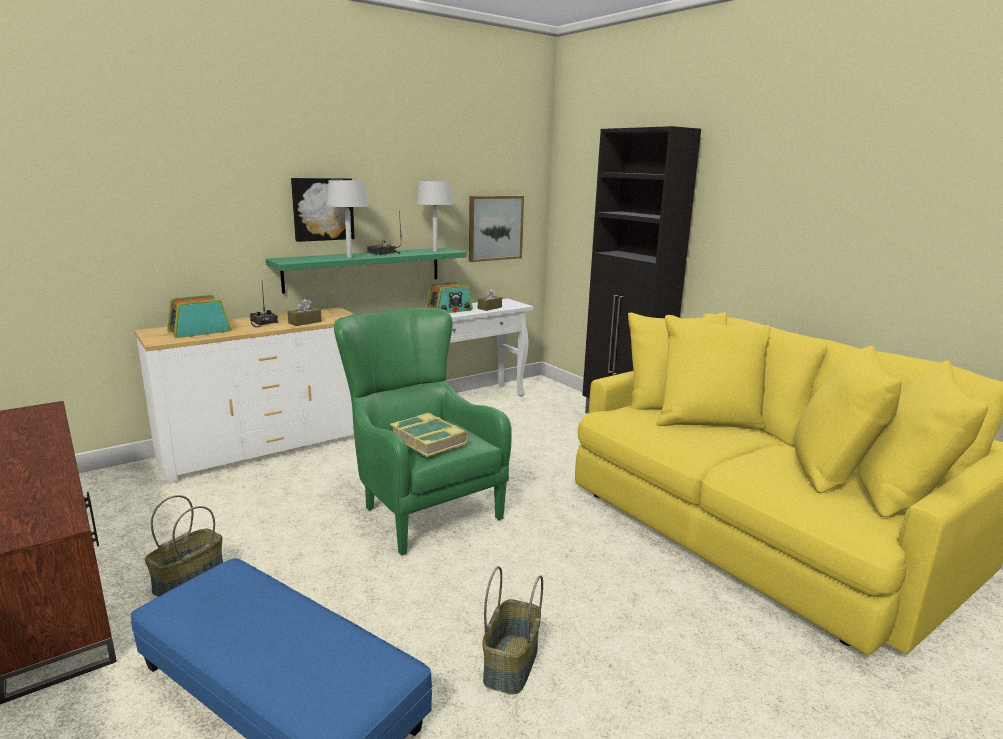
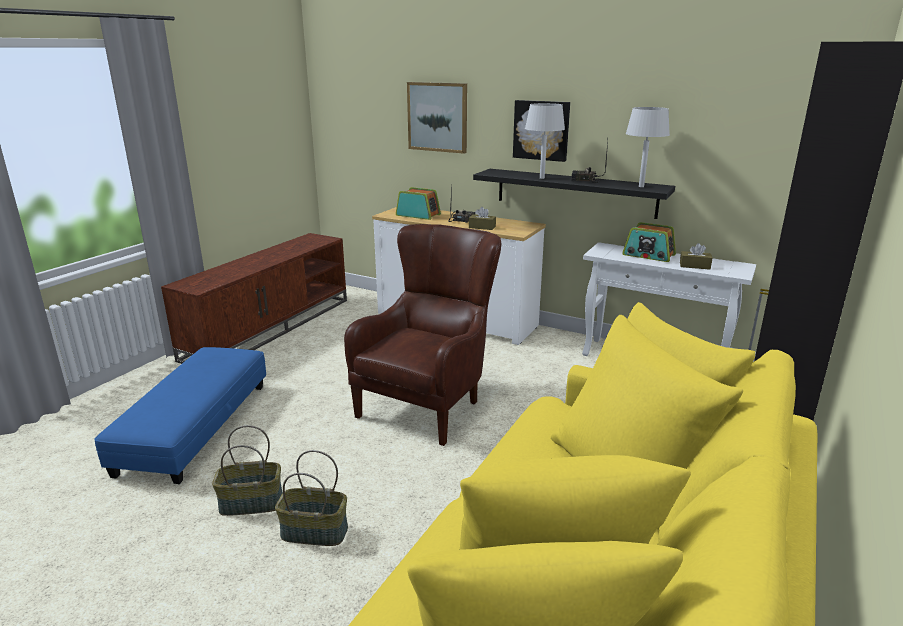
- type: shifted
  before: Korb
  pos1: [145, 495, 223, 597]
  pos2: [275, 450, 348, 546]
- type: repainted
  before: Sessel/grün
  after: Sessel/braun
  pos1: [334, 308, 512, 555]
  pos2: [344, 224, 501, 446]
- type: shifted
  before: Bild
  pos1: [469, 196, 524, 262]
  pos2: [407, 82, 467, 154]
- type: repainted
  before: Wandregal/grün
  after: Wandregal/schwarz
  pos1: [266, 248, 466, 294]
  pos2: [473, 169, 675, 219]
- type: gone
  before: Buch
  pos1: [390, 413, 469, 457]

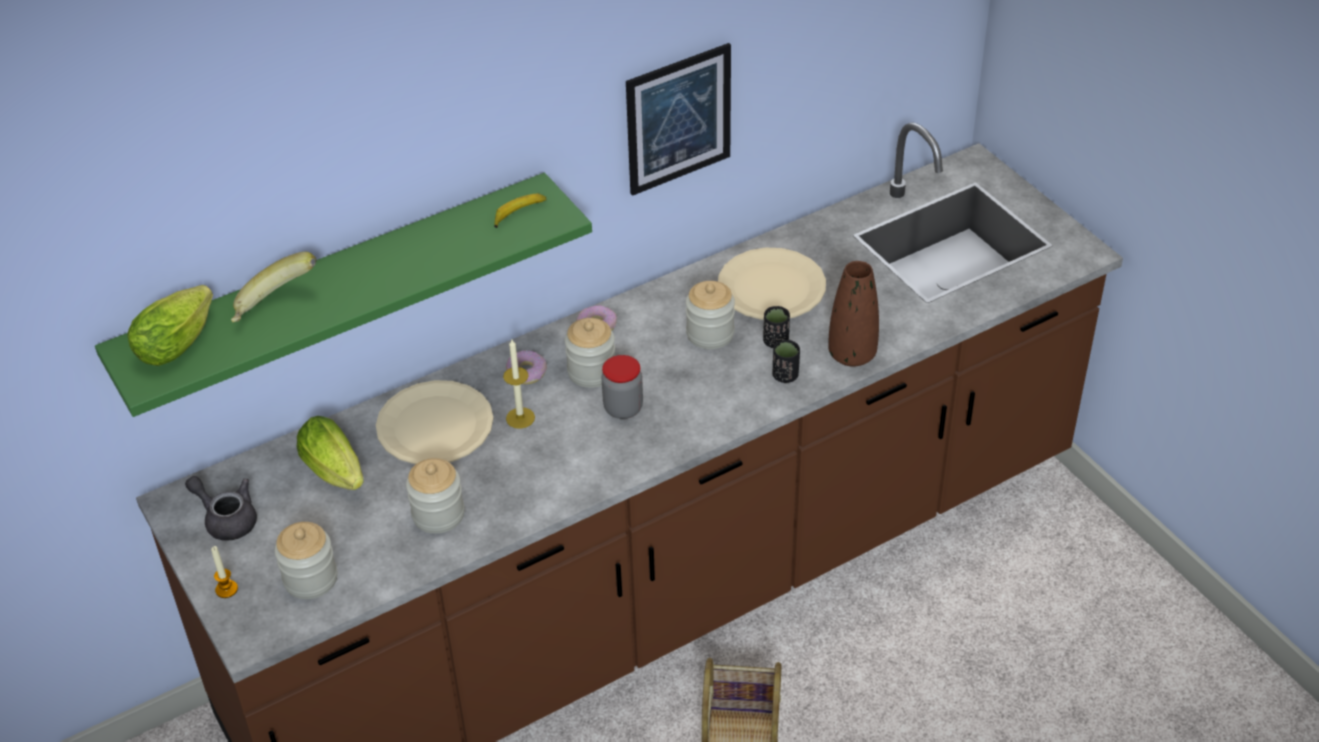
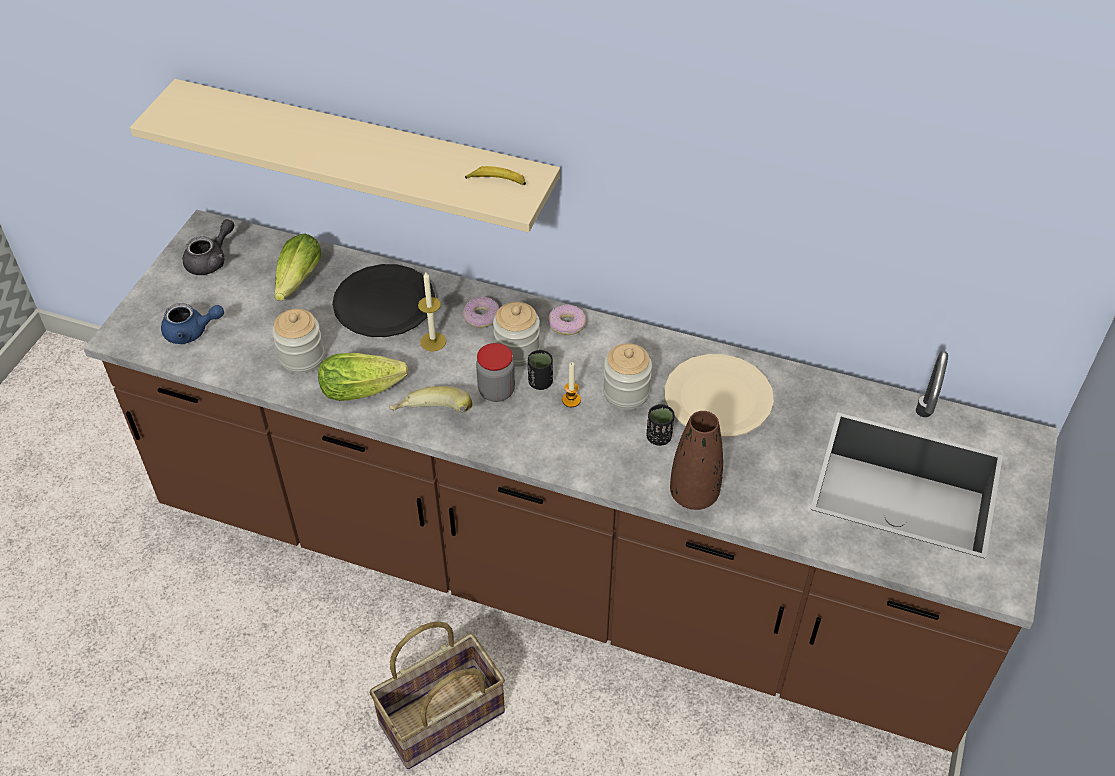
- type: repainted
  before: Wandregal/grün
  after: Wandregal/beige
  pos1: [95, 173, 592, 417]
  pos2: [130, 79, 560, 232]
- type: swapped
  before: Vorratsglas
  after: Teekanne/blau
  pos1: [275, 522, 337, 599]
  pos2: [161, 303, 224, 344]
- type: rotated
  before: Teekanne/grau
  pos1: [185, 476, 257, 541]
  pos2: [182, 219, 234, 275]
  turn: 45
- type: shifted
  before: Salatkopf
  pos1: [128, 285, 213, 366]
  pos2: [318, 353, 408, 401]
- type: repainted
  before: Teller/beige
  after: Teller/schwarz
  pos1: [376, 380, 493, 464]
  pos2: [332, 264, 435, 337]
- type: shifted
  before: Banane
  pos1: [231, 252, 316, 323]
  pos2: [389, 386, 472, 413]
- type: shifted
  before: Tasse/schwarz
  pos1: [773, 340, 800, 383]
  pos2: [528, 350, 553, 390]
- type: shifted
  before: Kerze
  pos1: [211, 546, 238, 598]
  pos2: [562, 362, 581, 407]
- type: gone
  before: Bild
  pos1: [626, 43, 731, 196]

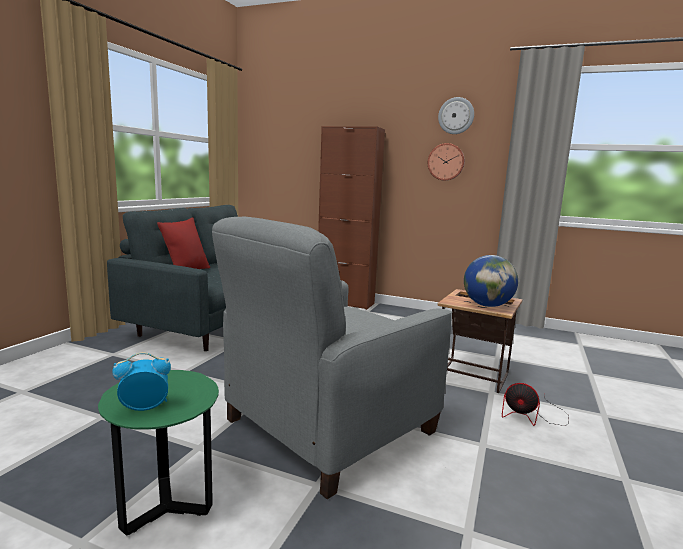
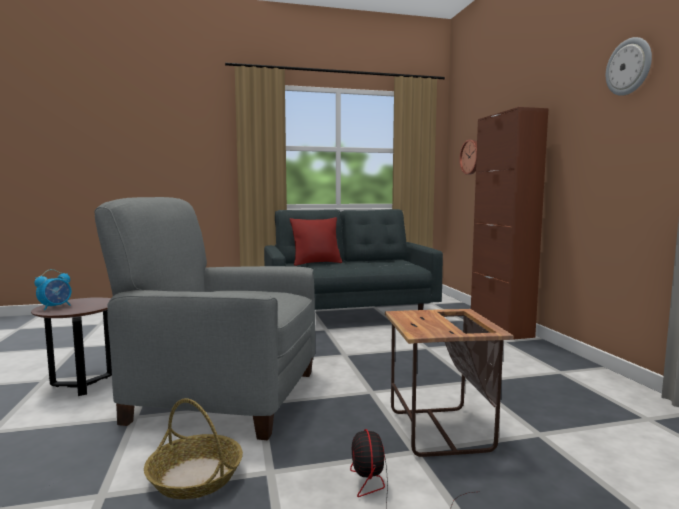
- type: repainted
  before: Beistelltisch/grün
  after: Beistelltisch/braun
  pos1: [98, 370, 219, 535]
  pos2: [31, 297, 112, 396]
- type: rotated
  before: Wecker
  pos1: [113, 352, 171, 411]
  pos2: [34, 269, 71, 310]
  turn: 90
- type: new
  after: Korb
  pos2: [144, 398, 243, 499]
- type: shifted
  before: Wanduhr
  pos1: [428, 143, 465, 181]
  pos2: [459, 140, 477, 174]
- type: gone
  before: Globus
  pos1: [464, 255, 518, 307]

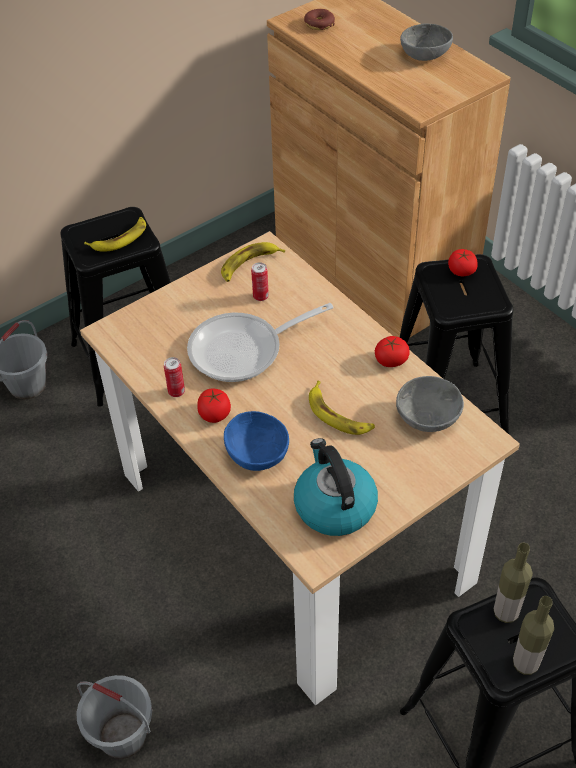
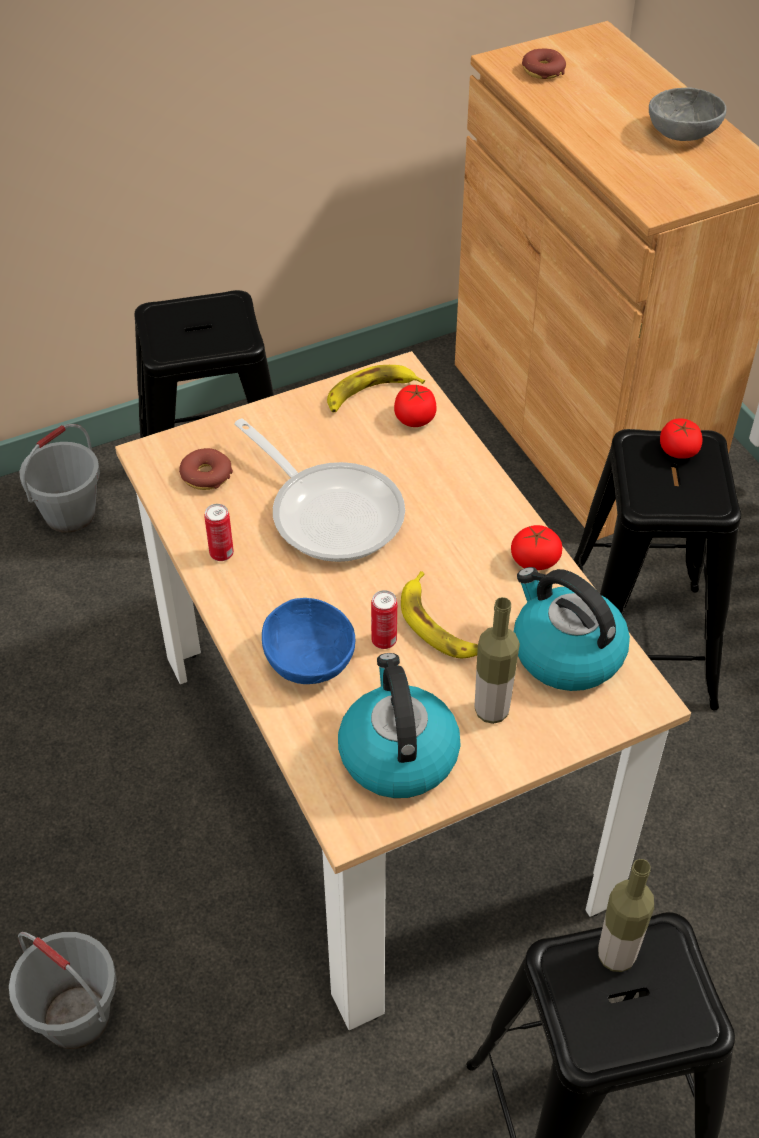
- type: new
  after: Donut
  pos2: [179, 448, 233, 490]
- type: rotated
  before: Pfanne
  pos1: [187, 303, 333, 382]
  pos2: [234, 419, 405, 562]
  turn: -120
- type: shifted
  before: Dose
  pos1: [251, 262, 269, 301]
  pos2: [371, 590, 397, 649]
- type: shifted
  before: Tomate
  pos1: [197, 388, 231, 423]
  pos2: [394, 385, 437, 427]
- type: shifted
  before: Flasche
  pos1: [513, 596, 554, 675]
  pos2: [474, 597, 520, 724]
- type: swapped
  before: Schüssel/grau
  after: Wasserkessel
  pos1: [396, 376, 464, 432]
  pos2: [514, 567, 630, 691]
- type: gone
  before: Banane
  pos1: [84, 217, 146, 252]

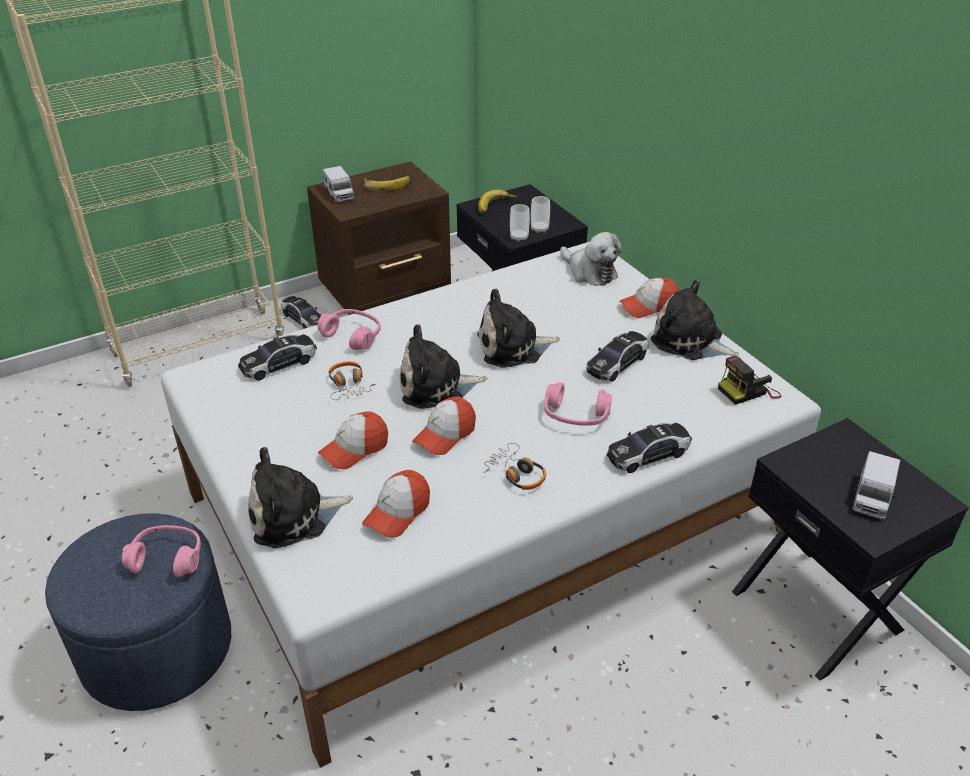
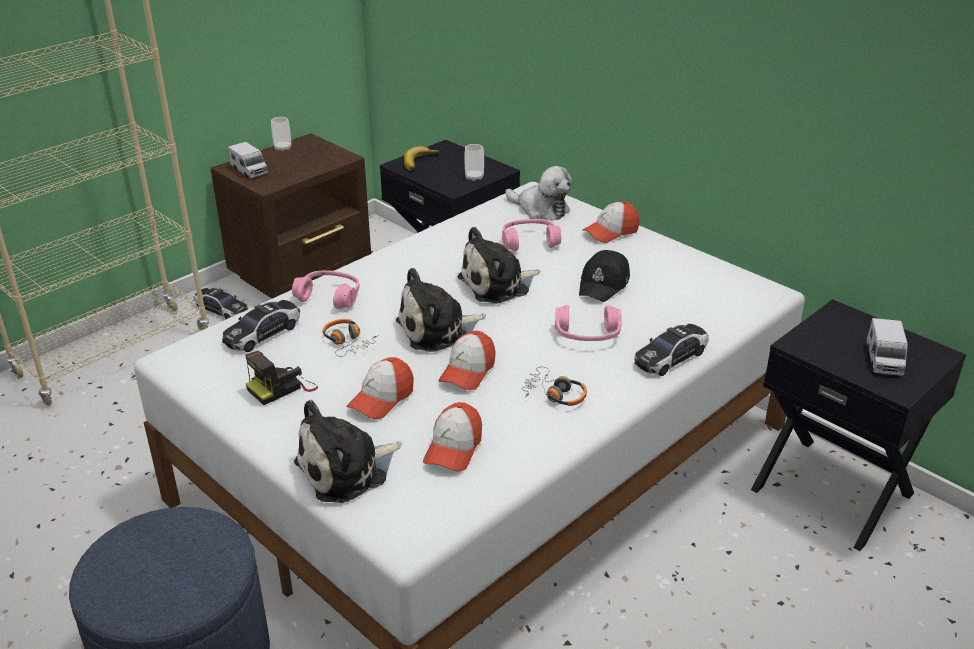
- type: shifted
  before: Kamera
  pos1: [718, 356, 781, 405]
  pos2: [245, 351, 318, 405]
- type: shifted
  before: Tasse
  pos1: [510, 204, 530, 242]
  pos2: [271, 117, 291, 152]
- type: shifted
  before: Kopfhörer/rosa
  pos1: [122, 525, 201, 577]
  pos2: [502, 219, 561, 251]
- type: swapped
  before: Spielzeugauto
  after: Kappe/schwarz
  pos1: [586, 331, 649, 382]
  pos2: [579, 250, 630, 302]
- type: gone
  before: Banane
  pos1: [364, 176, 410, 192]
- type: gone
  before: Plüschtier
  pos1: [651, 280, 739, 360]

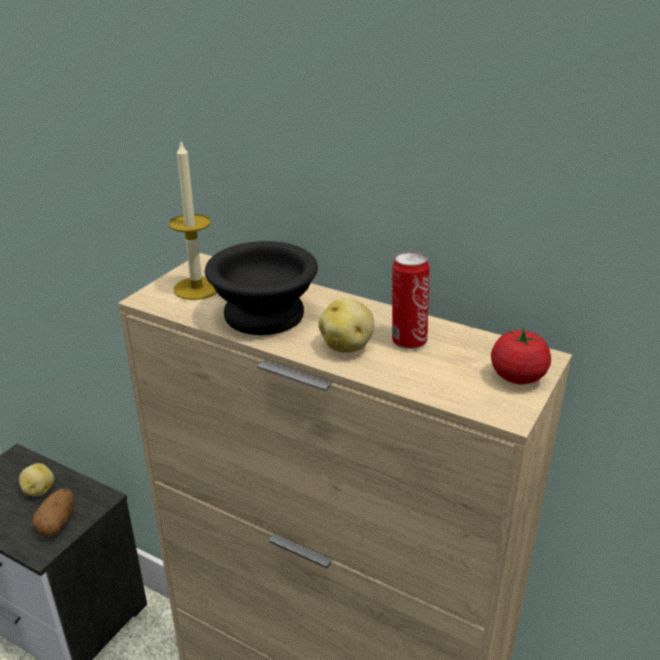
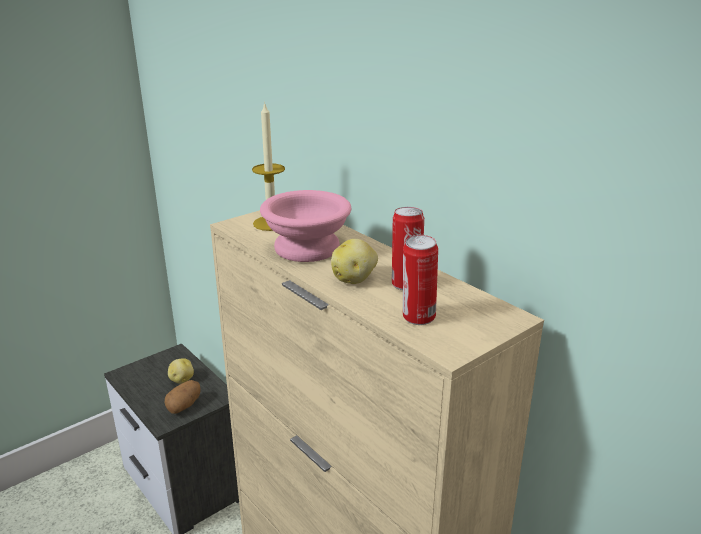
- type: repainted
  before: Schüssel/schwarz
  after: Schüssel/rosa
  pos1: [205, 241, 318, 335]
  pos2: [260, 190, 351, 262]
- type: new
  after: Dose
  pos2: [403, 235, 438, 325]
- type: gone
  before: Tomate
  pos1: [491, 327, 551, 384]

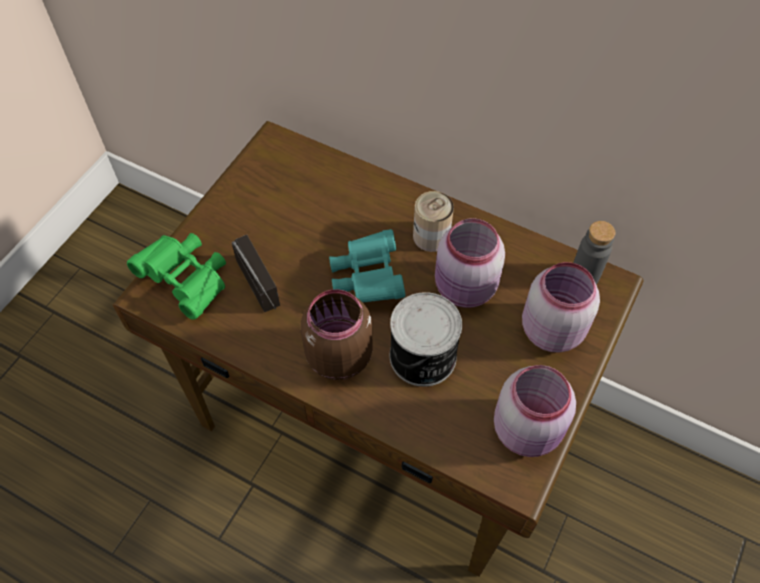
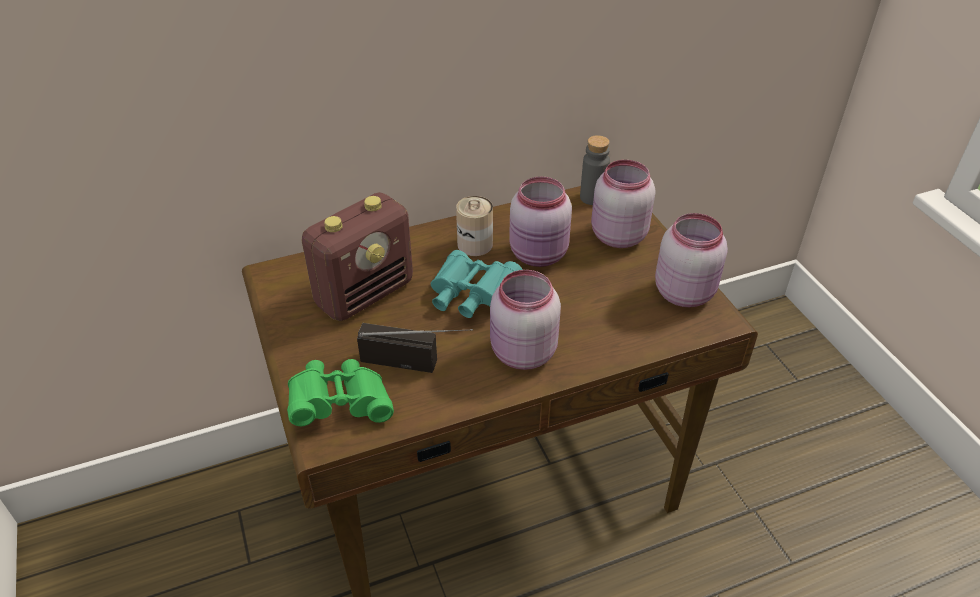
- type: new
  after: Radio
  pos2: [302, 192, 413, 321]
- type: repainted
  before: Vorratsglas/braun
  after: Vorratsglas/rosa
  pos1: [301, 289, 373, 380]
  pos2: [490, 270, 561, 370]
- type: gone
  before: Dose
  pos1: [390, 292, 462, 387]

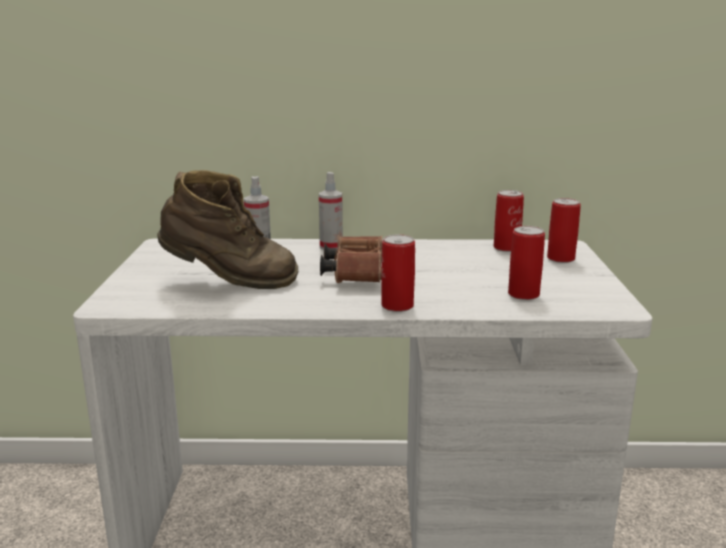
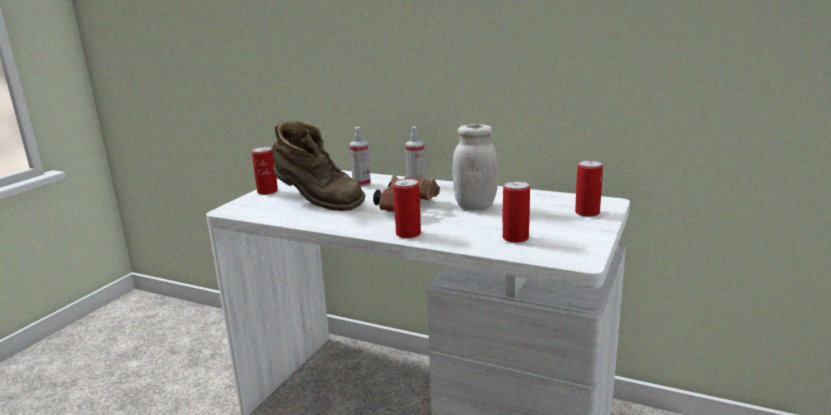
- type: shifted
  before: Dose
  pos1: [494, 190, 524, 252]
  pos2: [252, 147, 278, 195]
- type: new
  after: Vorratsglas/weiß
  pos2: [452, 124, 498, 210]

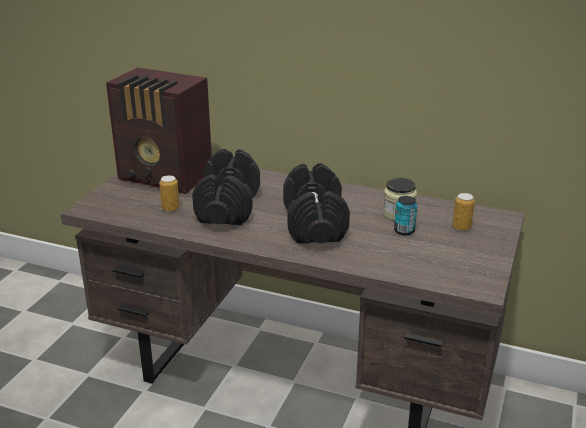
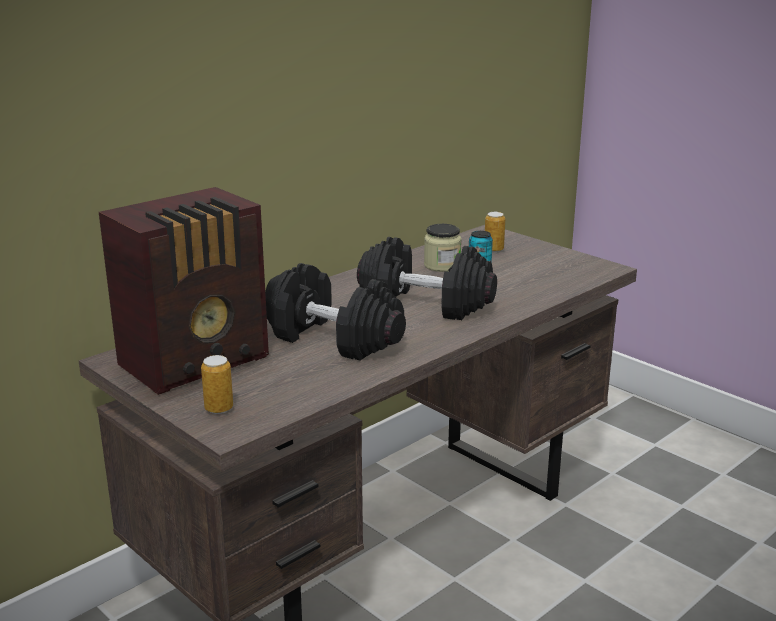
- type: shifted
  before: Dose
  pos1: [159, 175, 180, 212]
  pos2: [201, 355, 233, 414]

